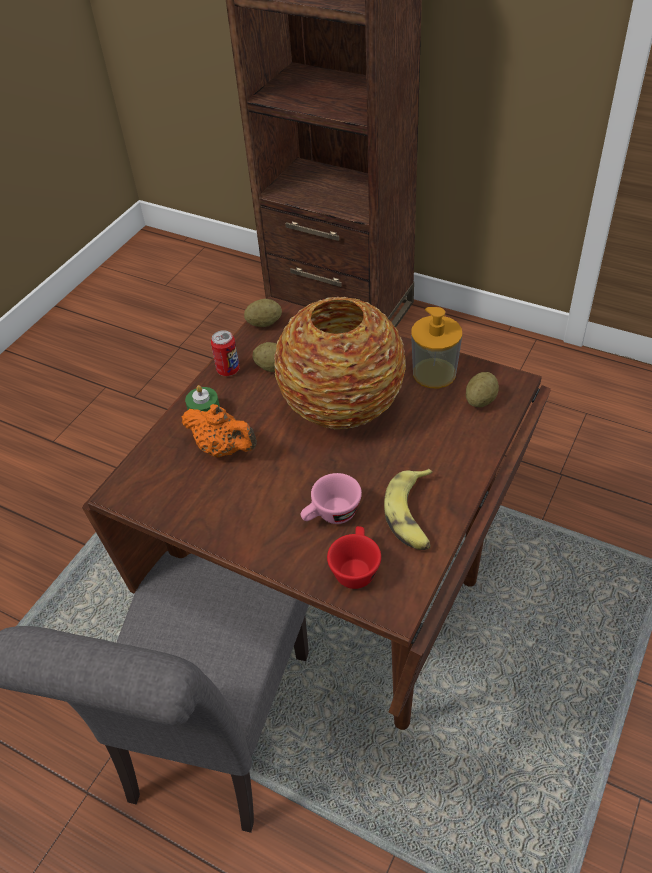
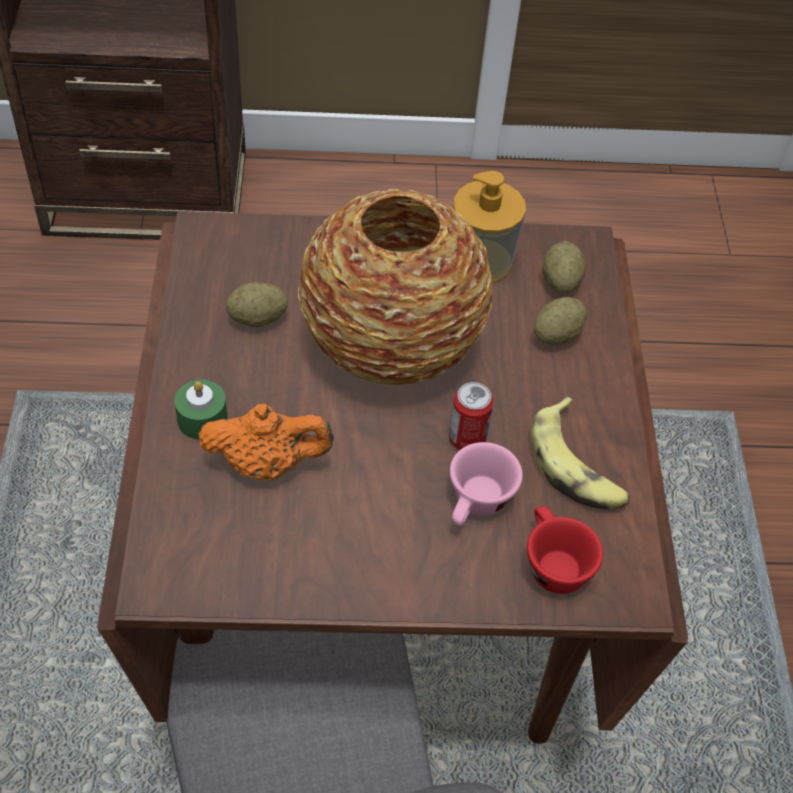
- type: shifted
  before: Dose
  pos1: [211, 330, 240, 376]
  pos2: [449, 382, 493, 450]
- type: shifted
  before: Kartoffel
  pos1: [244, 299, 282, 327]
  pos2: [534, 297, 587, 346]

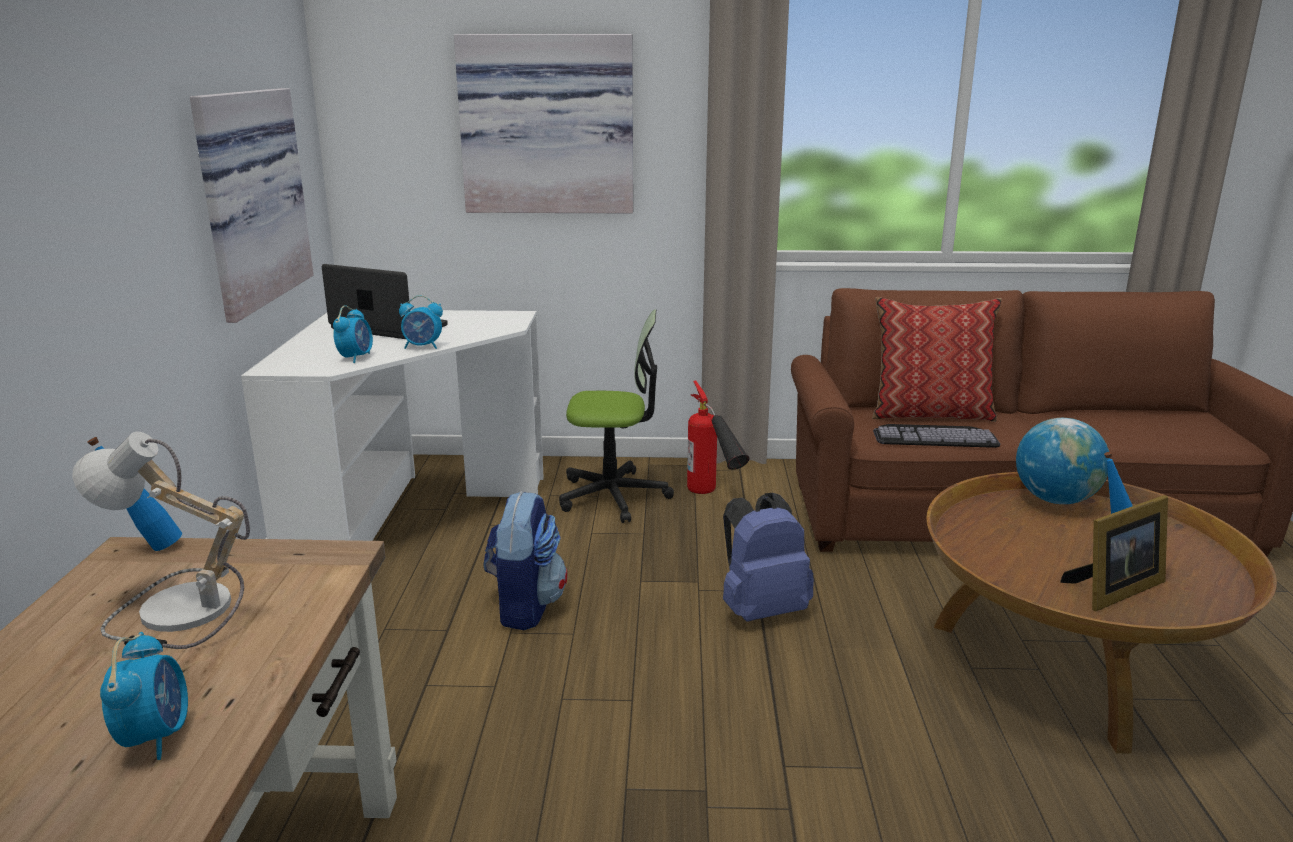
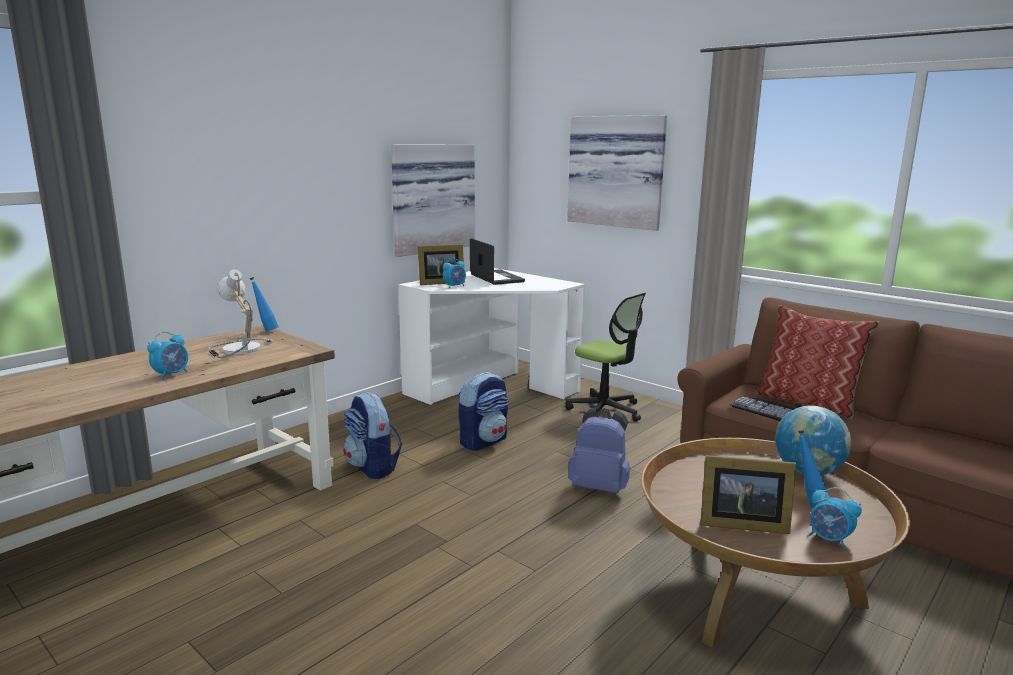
- type: new
  after: Rucksack
  pos2: [343, 392, 402, 479]
- type: new
  after: Bilderrahmen
  pos2: [418, 245, 465, 285]
- type: shifted
  before: Wecker
  pos1: [399, 295, 443, 349]
  pos2: [808, 487, 862, 549]
- type: gone
  before: Feuerlöscher
  pos1: [687, 381, 750, 494]

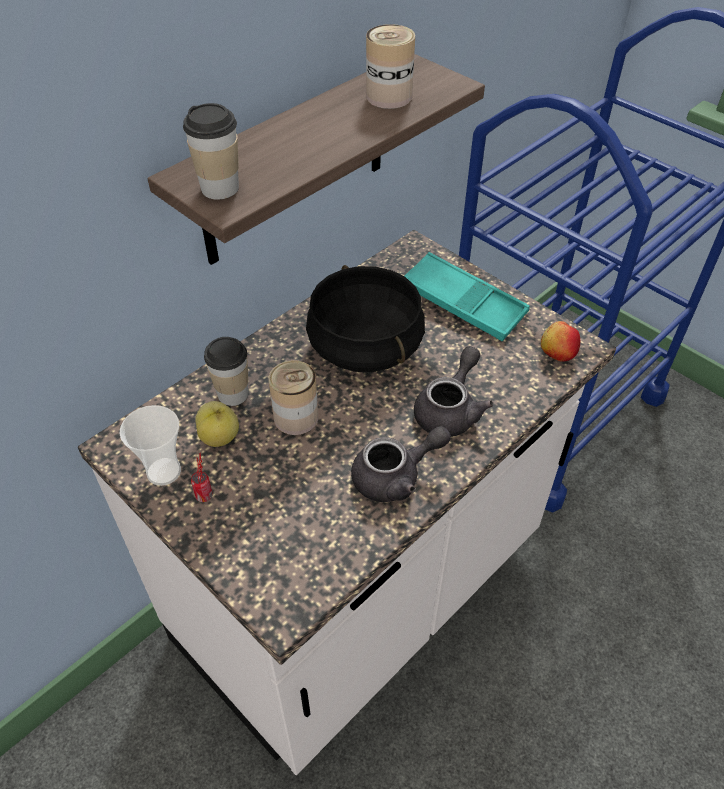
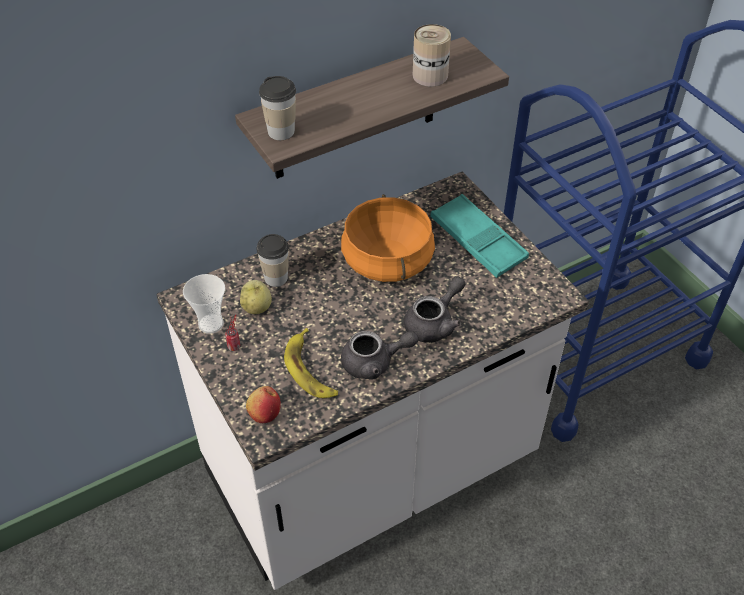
- type: shifted
  before: Apfel
  pos1: [541, 321, 580, 362]
  pos2: [246, 386, 281, 423]
- type: new
  after: Banane
  pos2: [284, 328, 338, 398]
- type: repainted
  before: Kochtopf/schwarz
  after: Kochtopf/orange
  pos1: [306, 265, 425, 372]
  pos2: [341, 194, 435, 282]
- type: gone
  before: Dose
  pos1: [269, 360, 318, 435]

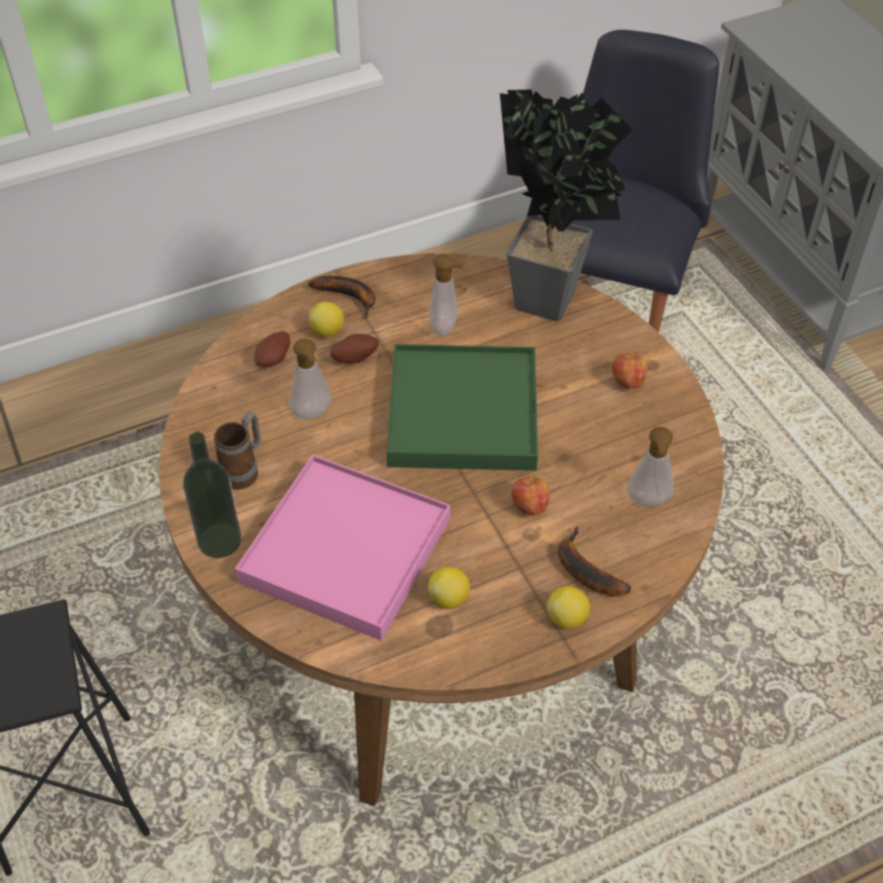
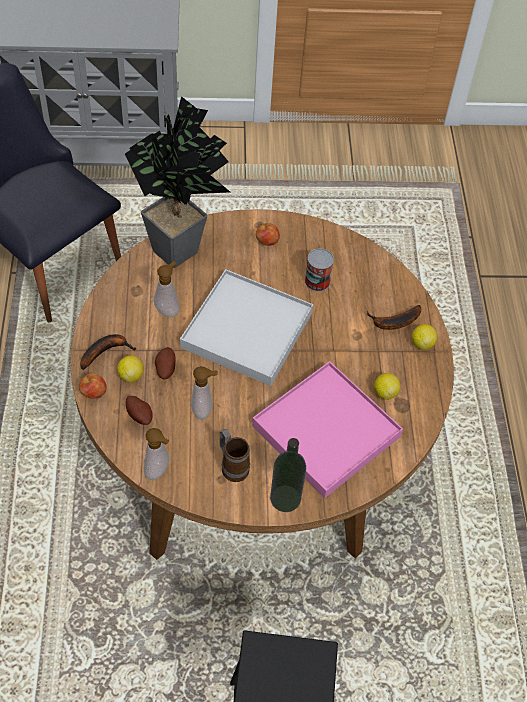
- type: shifted
  before: Apfel
  pos1: [511, 476, 550, 516]
  pos2: [79, 373, 107, 399]
- type: shifted
  before: Seifenspender
  pos1: [626, 427, 674, 507]
  pos2: [144, 428, 170, 480]
- type: repainted
  before: Tablett/grün
  after: Tablett/weiß
  pos1: [386, 344, 538, 471]
  pos2: [180, 269, 313, 386]
- type: new
  after: Dose
  pos2: [305, 248, 334, 292]

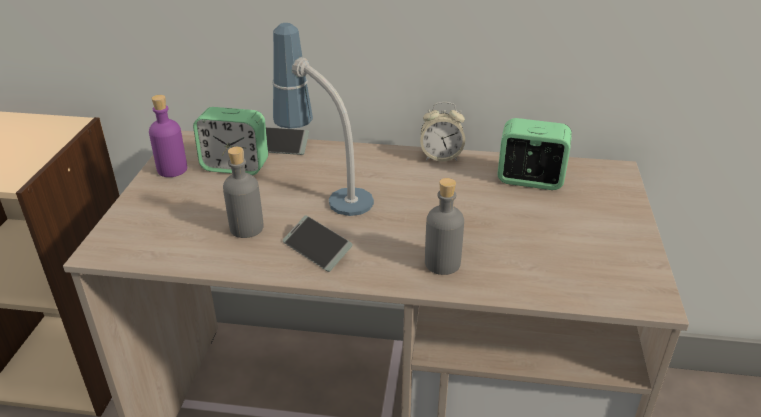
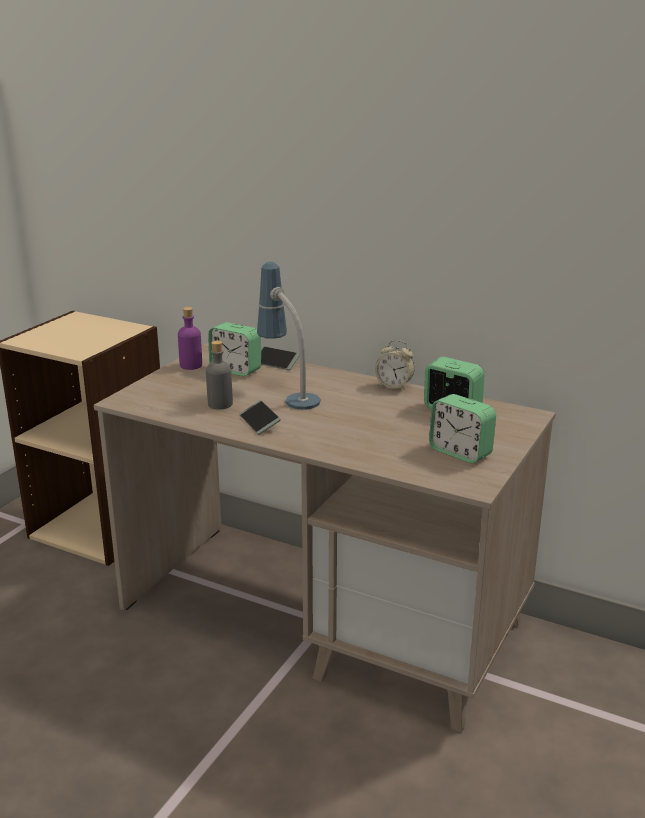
- type: new
  after: Wecker
  pos2: [429, 394, 496, 463]
- type: gone
  before: Flasche/grau
  pos1: [425, 178, 464, 275]

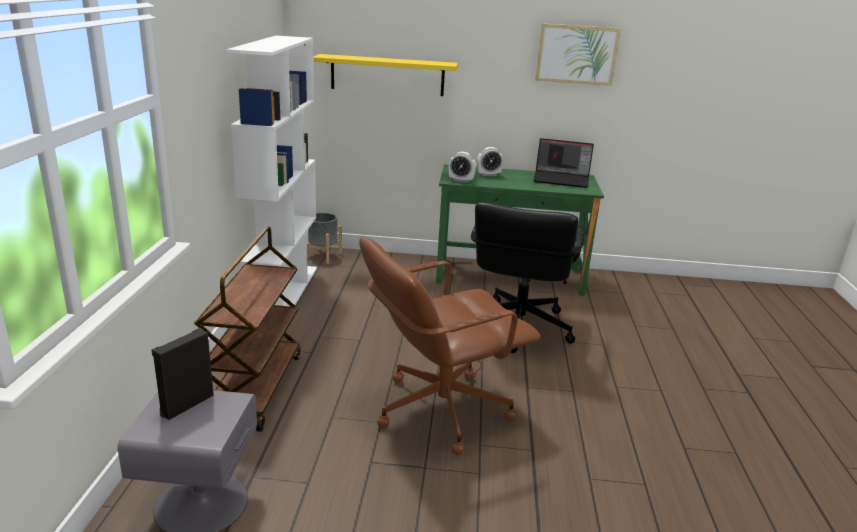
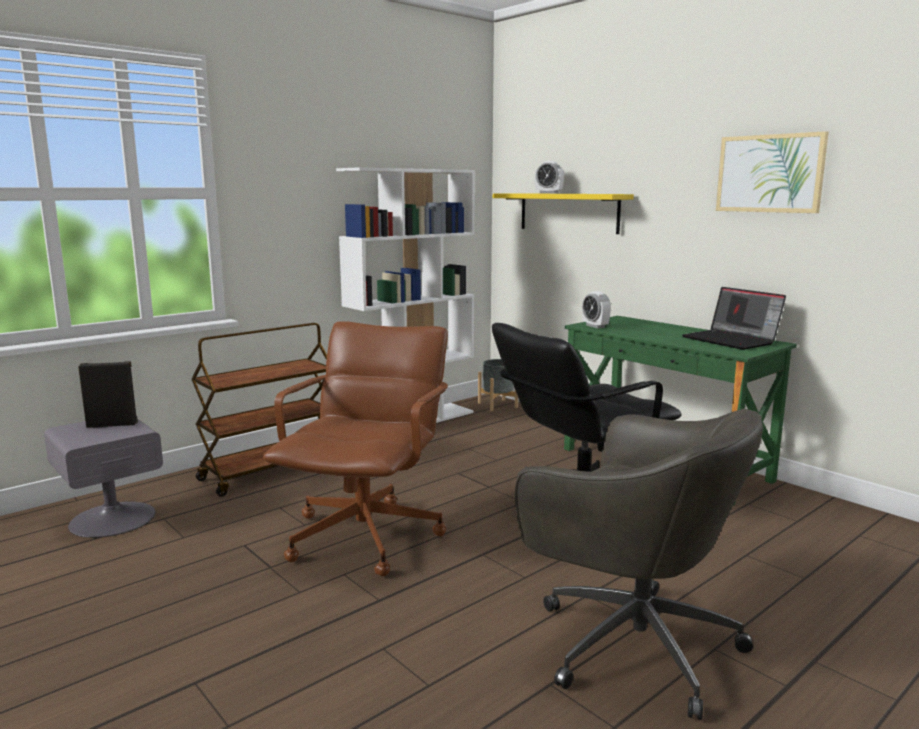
- type: rotated
  before: Bürostuhl/braun
  pos1: [359, 237, 541, 455]
  pos2: [263, 321, 448, 576]
  turn: 90
- type: new
  after: Bürostuhl/grau
  pos2: [515, 409, 763, 720]
- type: shifted
  before: Wecker
  pos1: [477, 147, 503, 176]
  pos2: [535, 161, 564, 194]

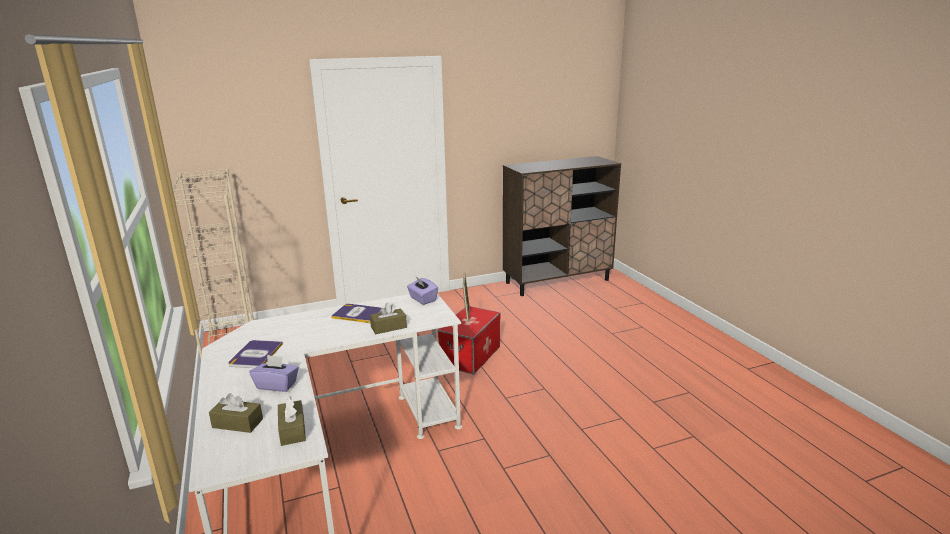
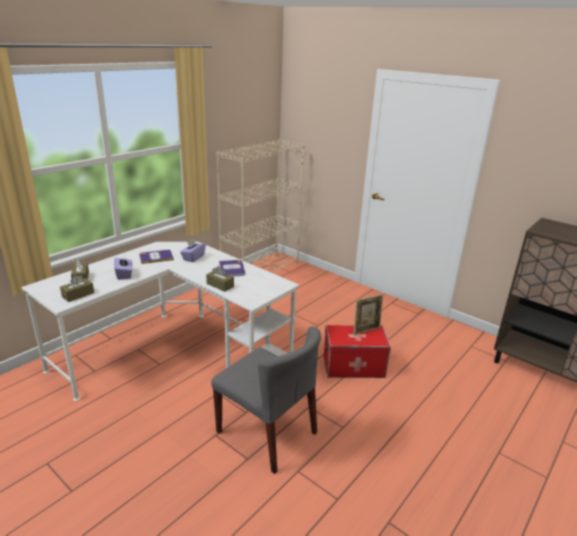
- type: shifted
  before: Taschentuchbox/lila
  pos1: [407, 277, 438, 305]
  pos2: [180, 239, 206, 262]
- type: new
  after: Stuhl/grau
  pos2: [212, 326, 321, 474]

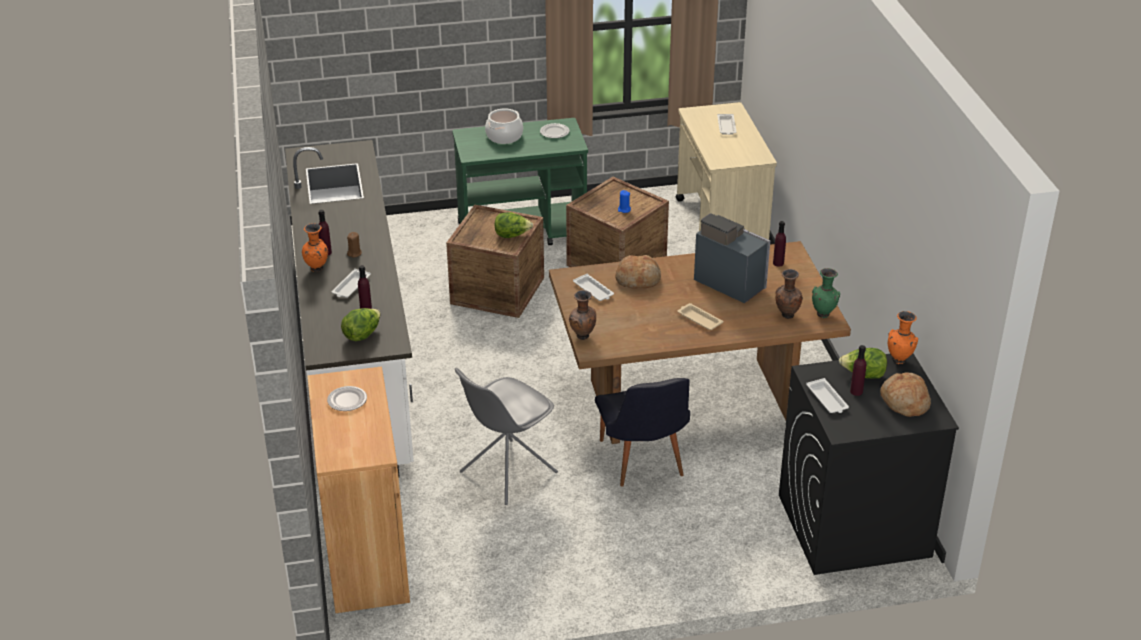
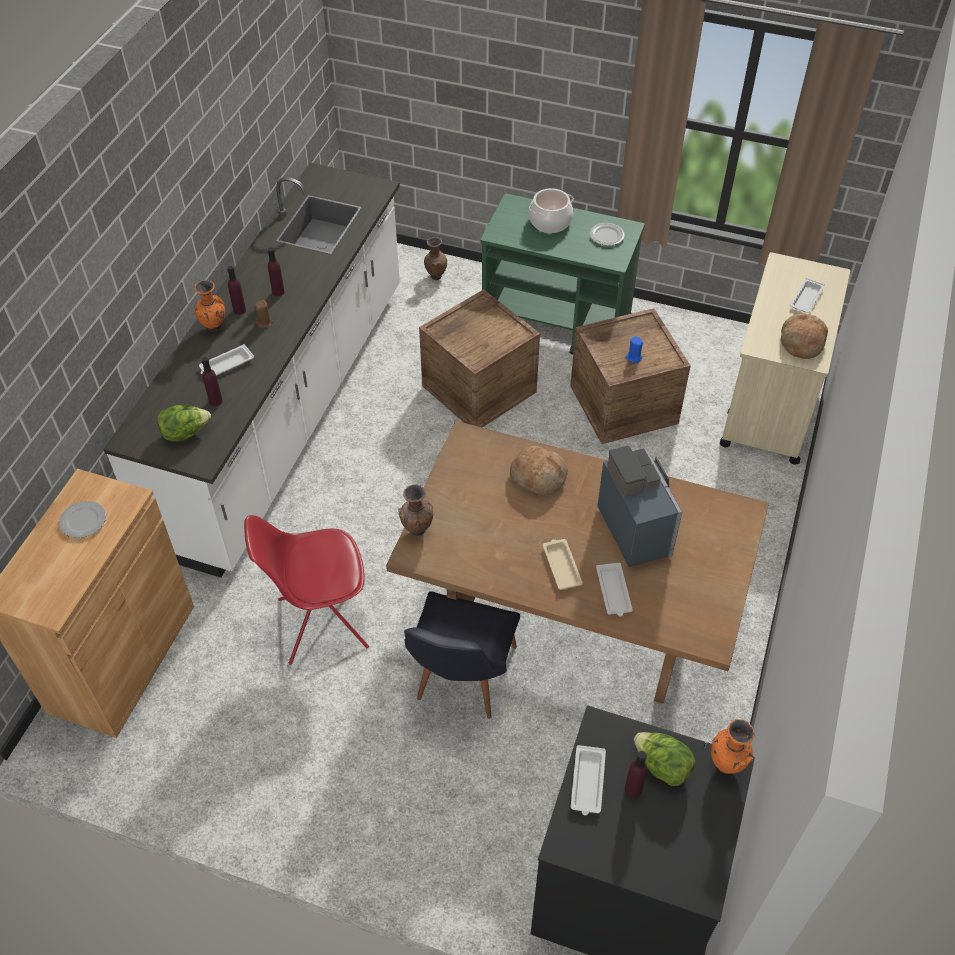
- type: repainted
  before: Stuhl/grau
  after: Stuhl/rot
  pos1: [455, 368, 558, 505]
  pos2: [244, 515, 369, 665]
- type: shifted
  before: Flasche/lila
  pos1: [773, 221, 786, 267]
  pos2: [268, 247, 285, 296]
- type: shifted
  before: Vase/braun
  pos1: [775, 269, 803, 319]
  pos2: [424, 237, 447, 280]
- type: shifted
  before: Tablett/weiß
  pos1: [573, 274, 614, 301]
  pos2: [596, 563, 633, 616]
- type: shifted
  before: Brot
  pos1: [880, 372, 931, 417]
  pos2: [781, 313, 828, 359]
- type: gone
  before: Salatkopf
  pos1: [494, 212, 533, 238]
- type: gone
  before: Vase/grün
  pos1: [812, 268, 840, 318]

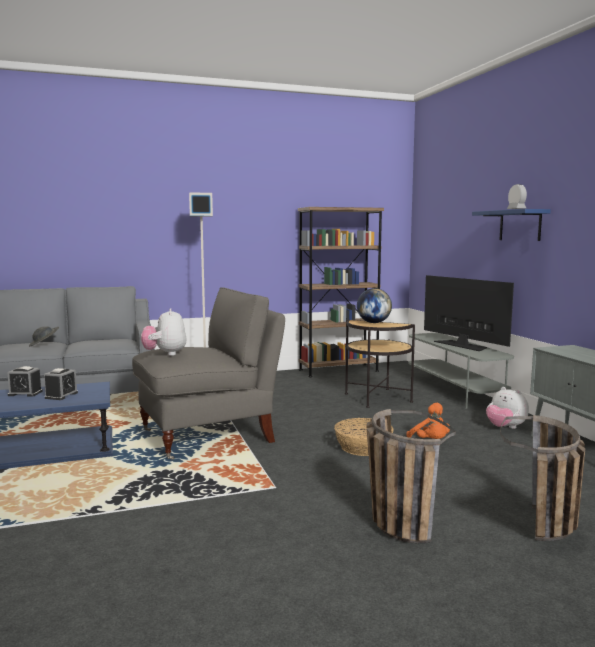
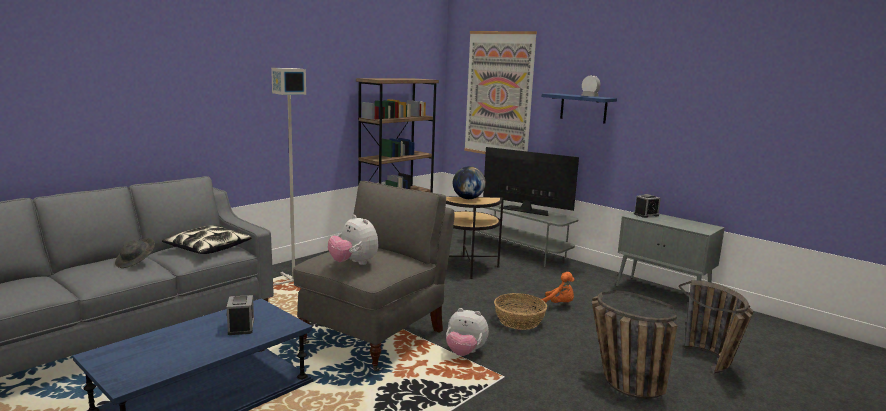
- type: new
  after: Kissen
  pos2: [162, 225, 251, 254]
- type: shifted
  before: Plüschtier
  pos1: [486, 387, 529, 429]
  pos2: [446, 308, 489, 356]
- type: new
  after: Bild
  pos2: [464, 31, 537, 154]
- type: shifted
  before: Wecker
  pos1: [7, 366, 43, 397]
  pos2: [634, 194, 661, 218]

